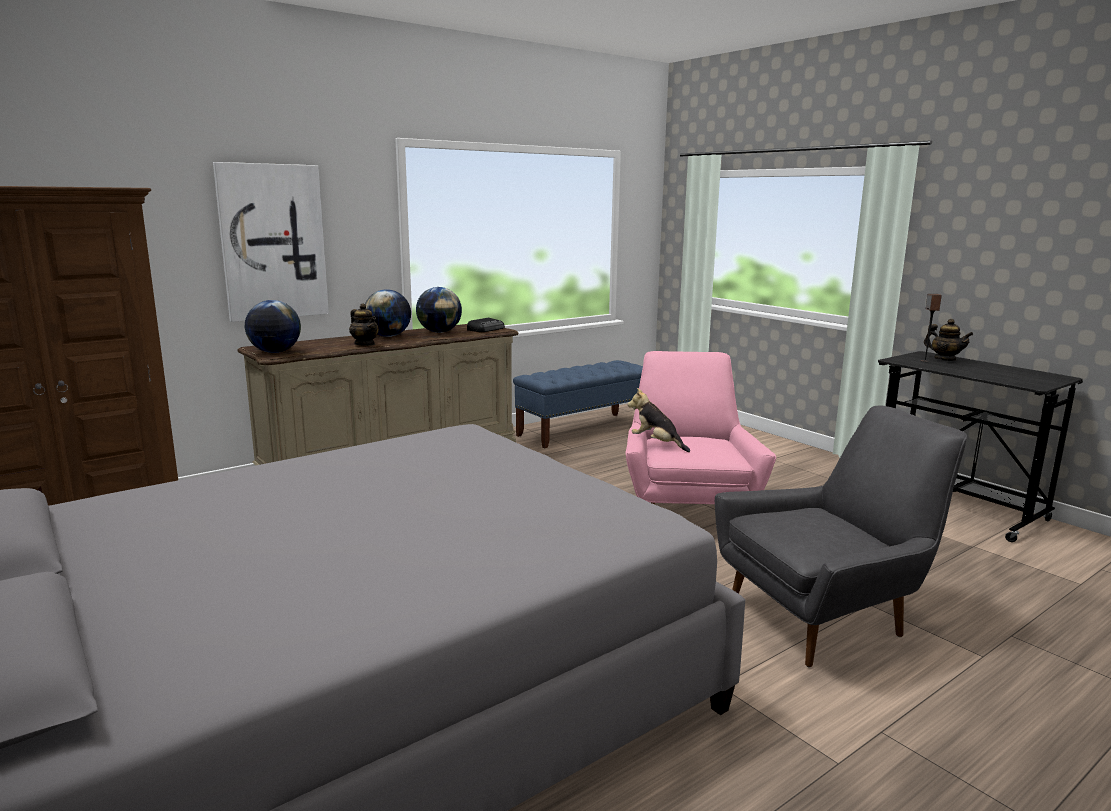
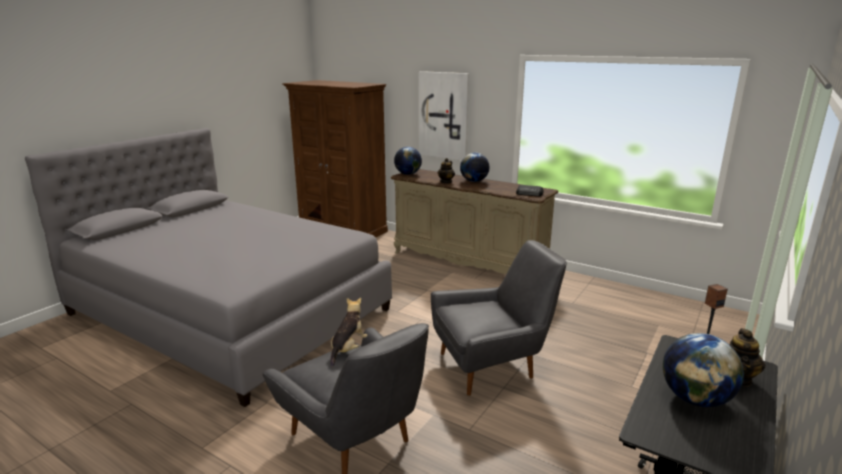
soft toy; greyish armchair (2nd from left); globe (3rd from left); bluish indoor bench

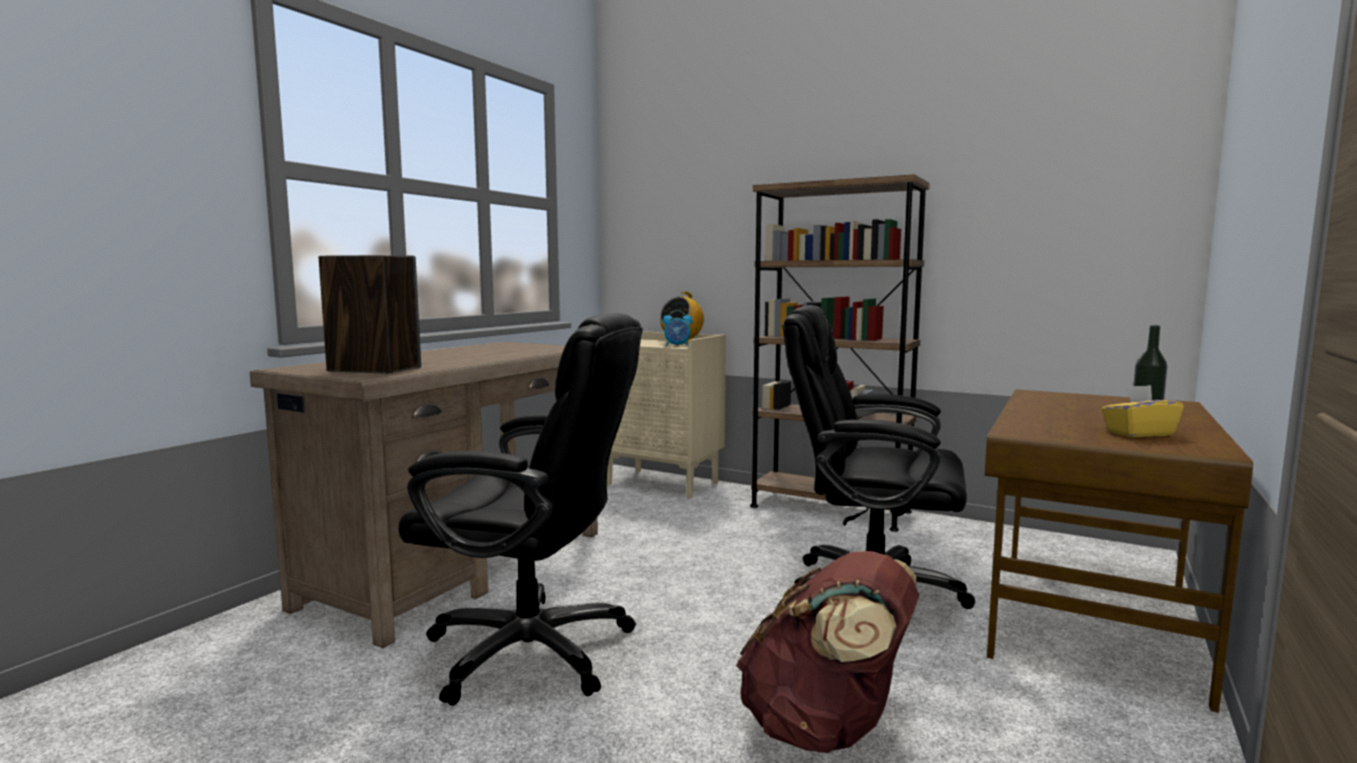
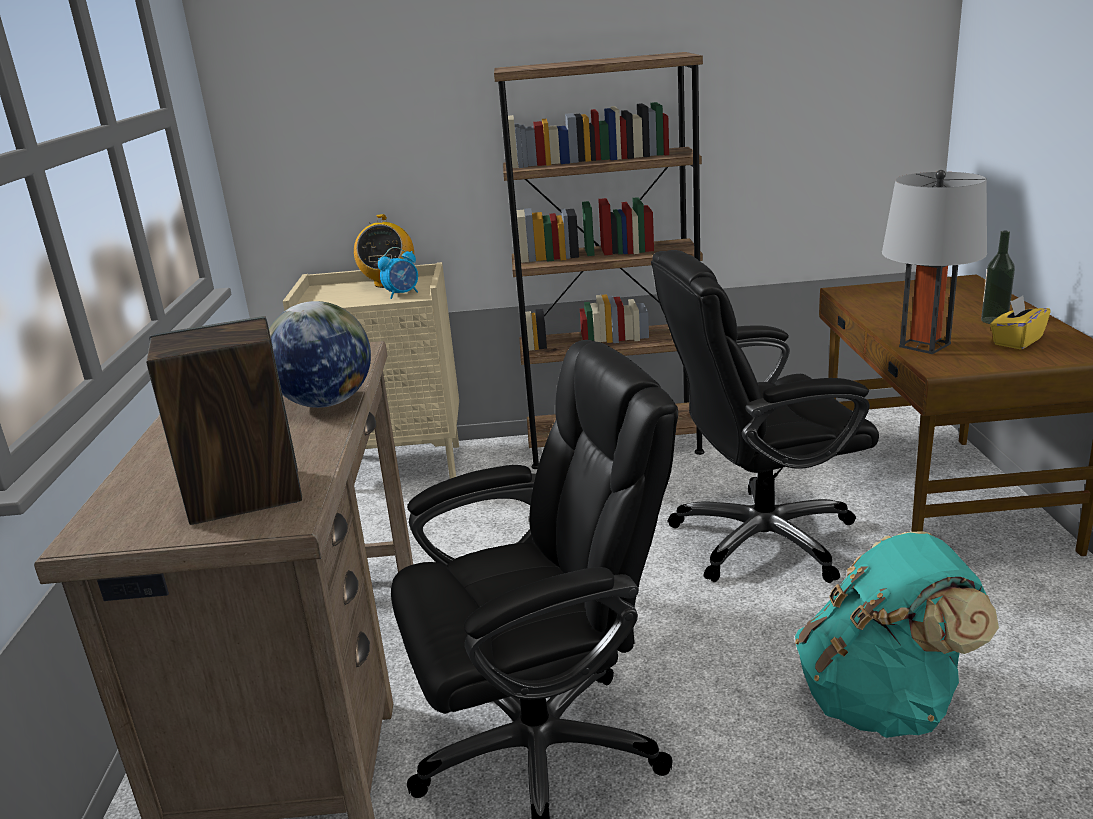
globe; turquoise rucksack; greyish lamp for a table

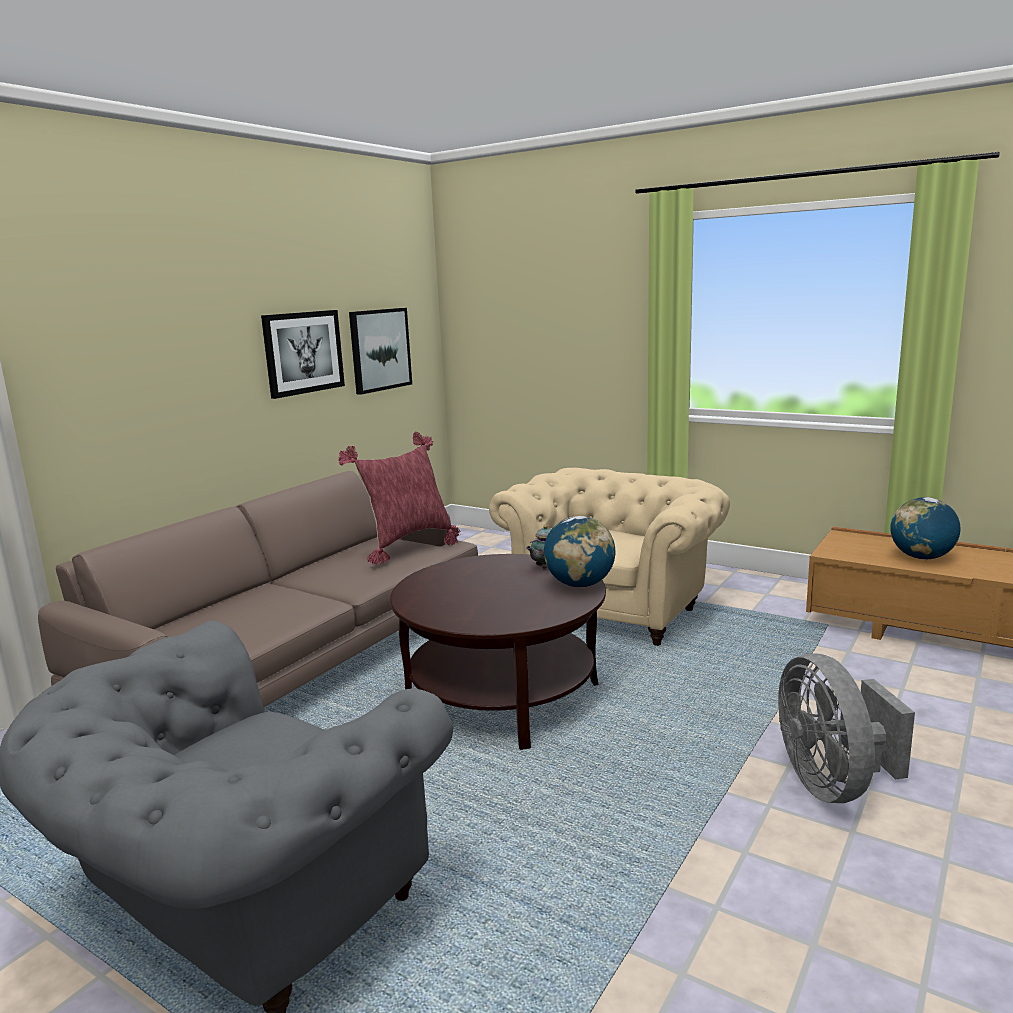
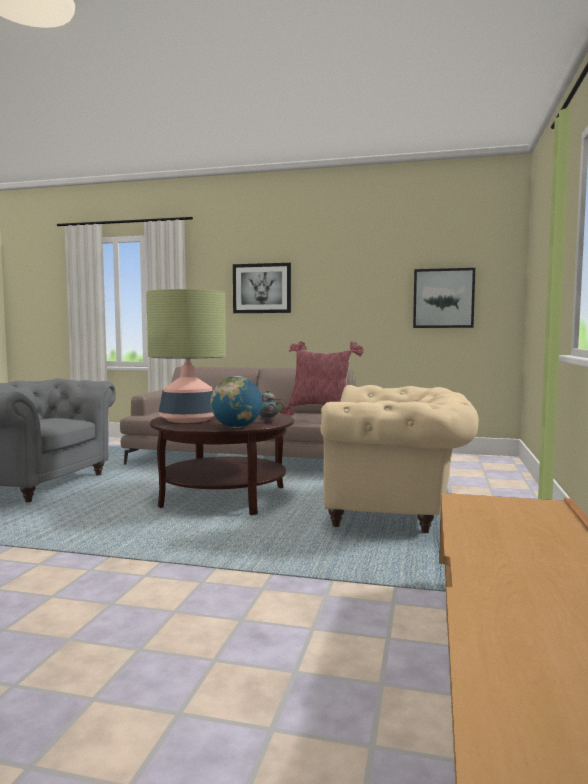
lamp for a table; wall art (1st from left); greyish fan; globe (2nd from left in the first image)

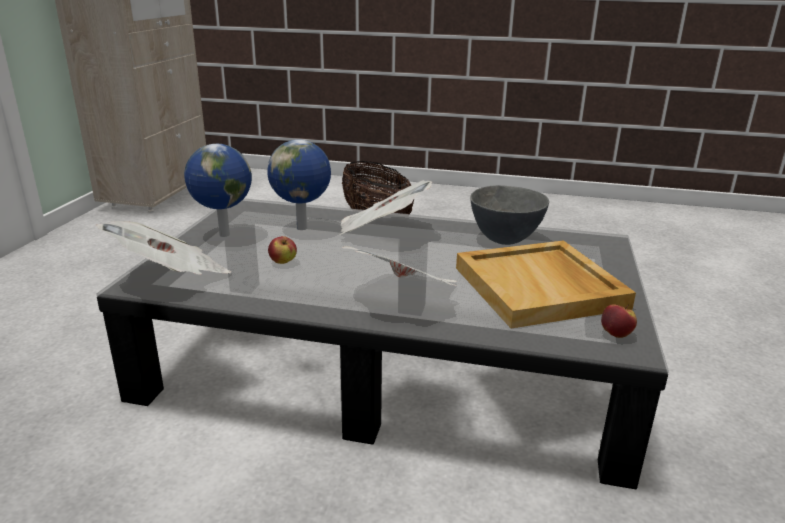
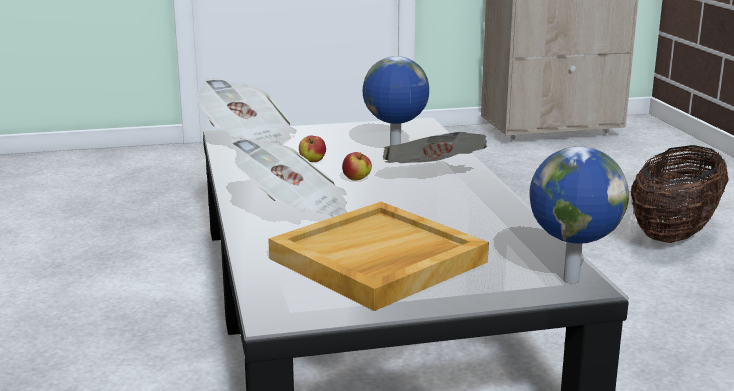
apple fruit (2nd from left); globe (2nd from left); greyish deep dish

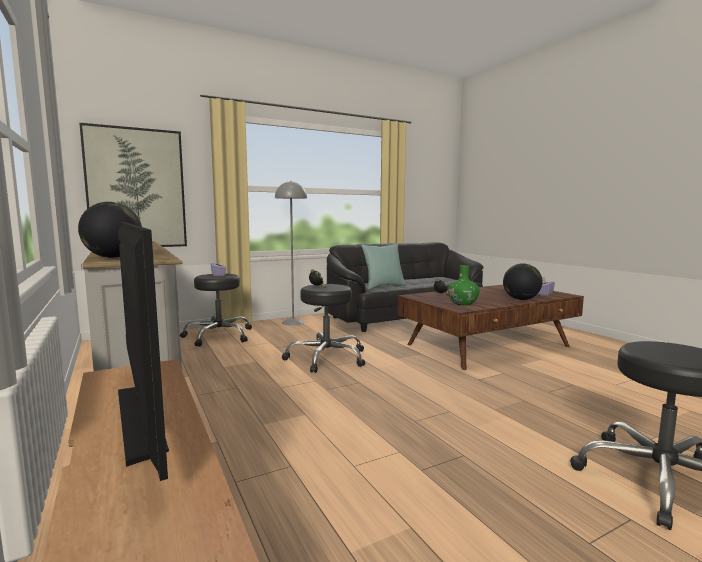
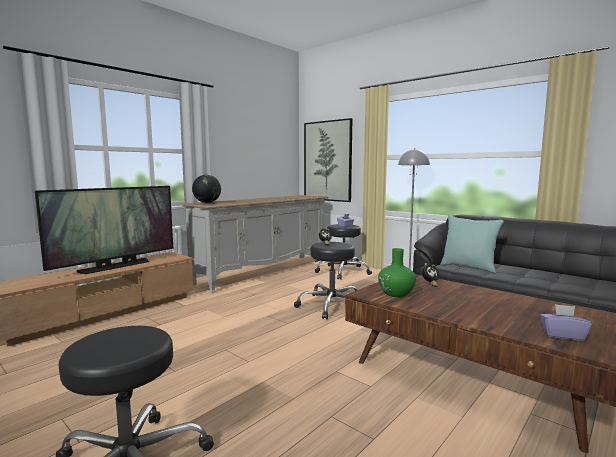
globe (2nd from left in the first image)

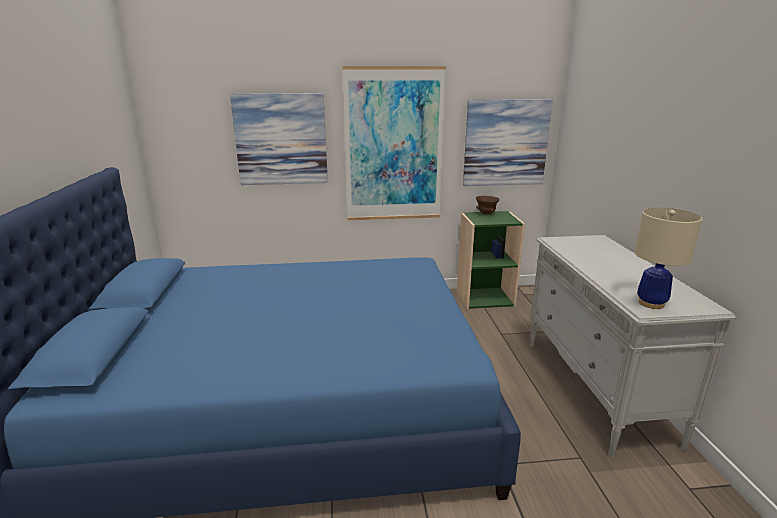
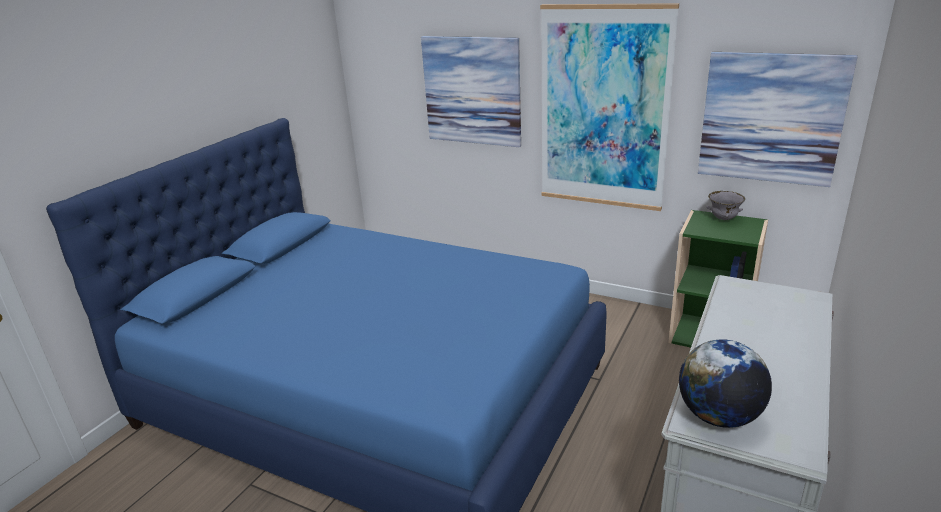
globe; greyish deep dish

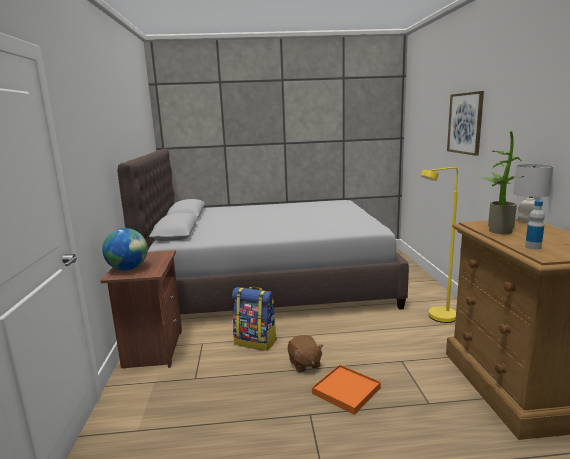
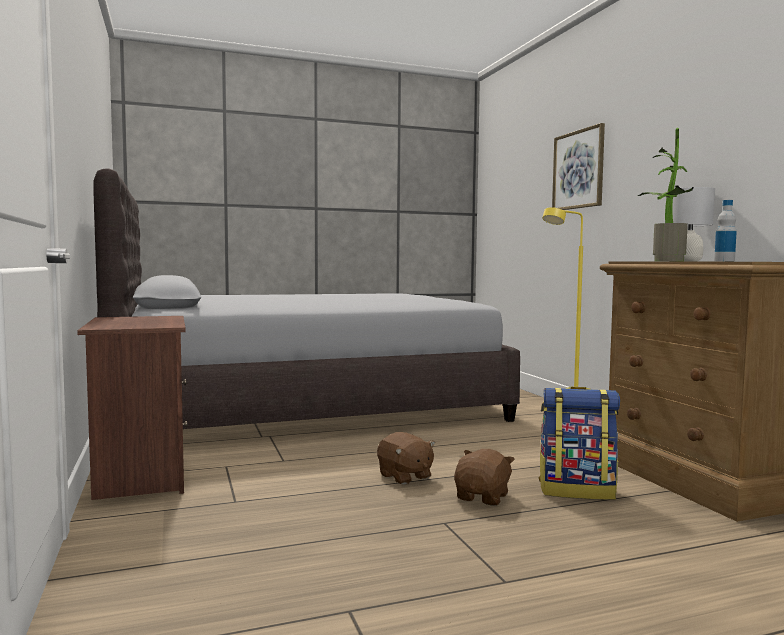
brown soft toy (2nd from left); rucksack; globe

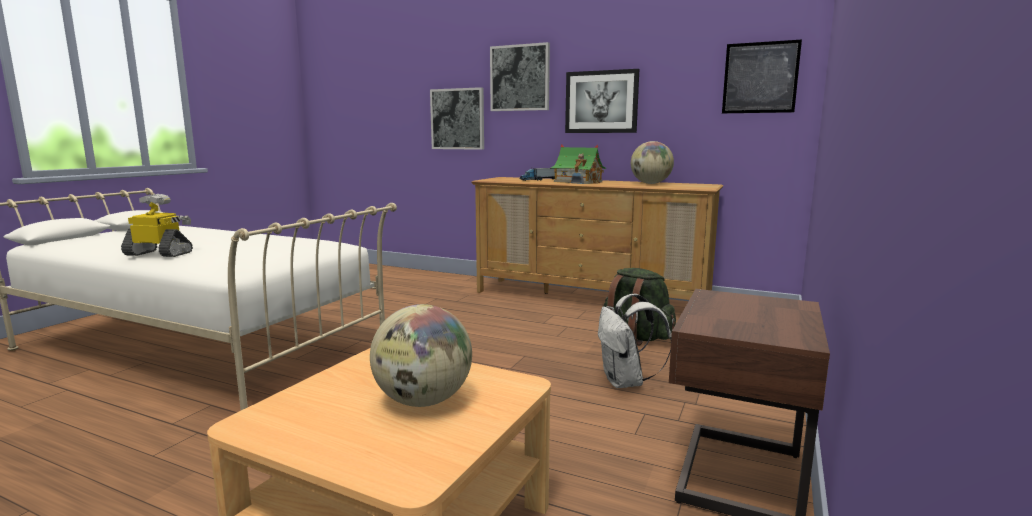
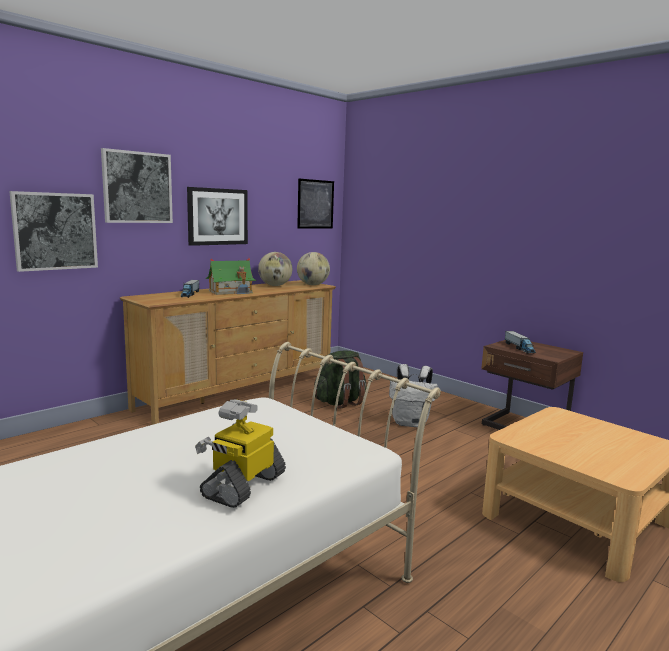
globe (2nd from left); toy truck (2nd from left)

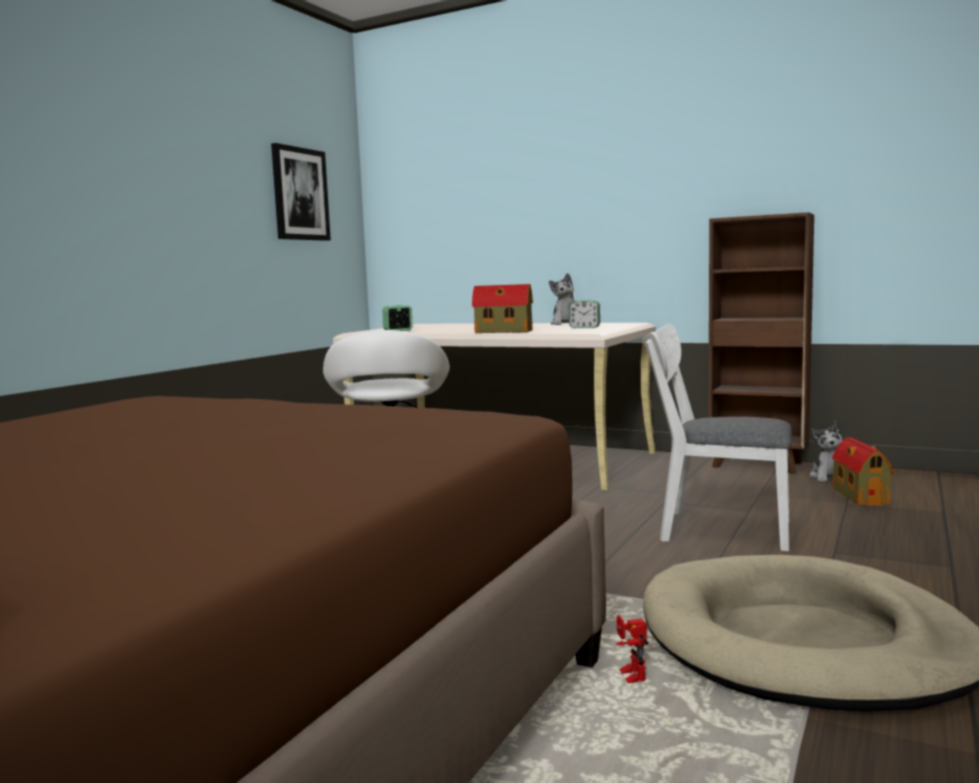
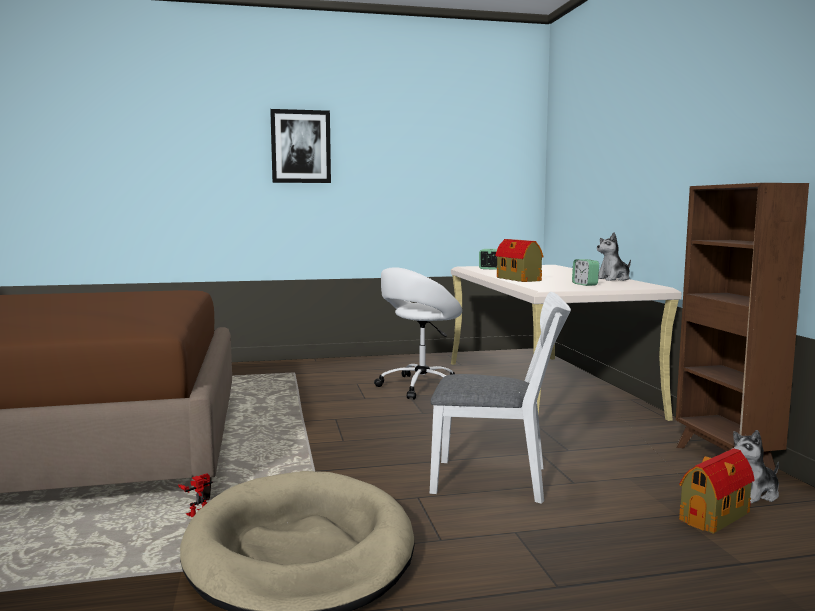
wall art; white upright chair

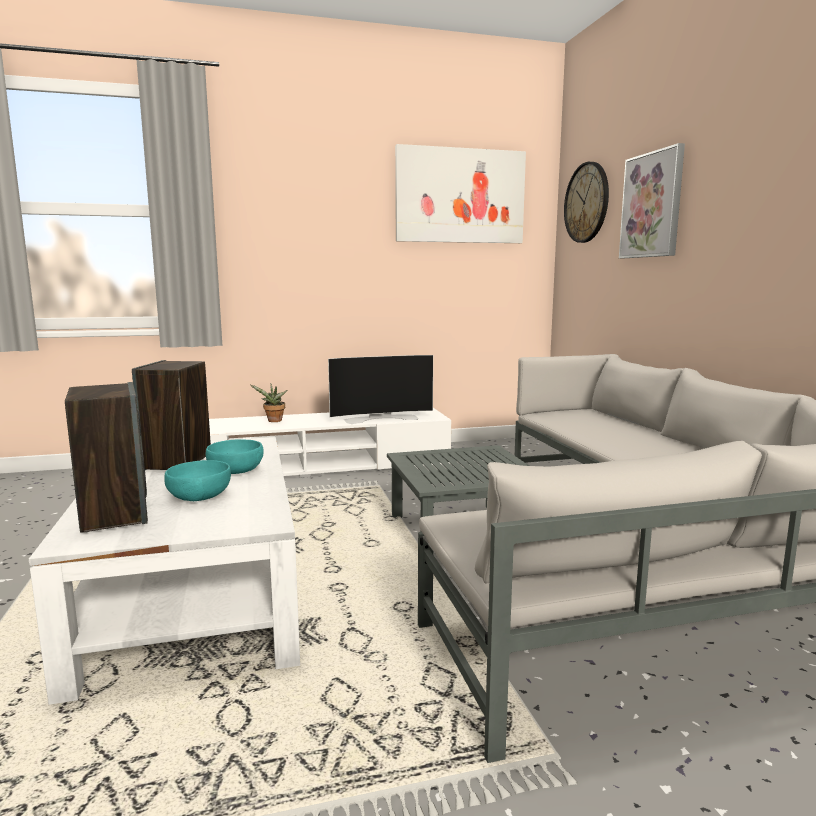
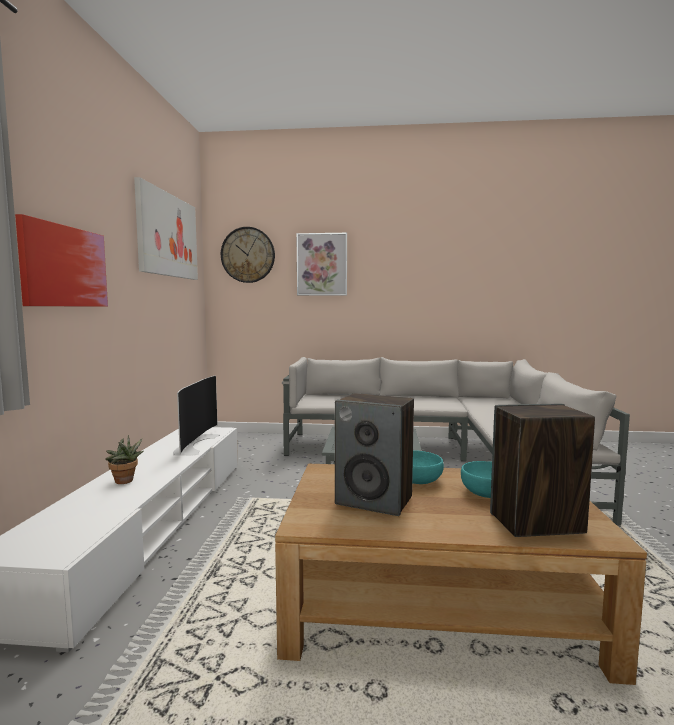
wall art (1st from left); brown low table

